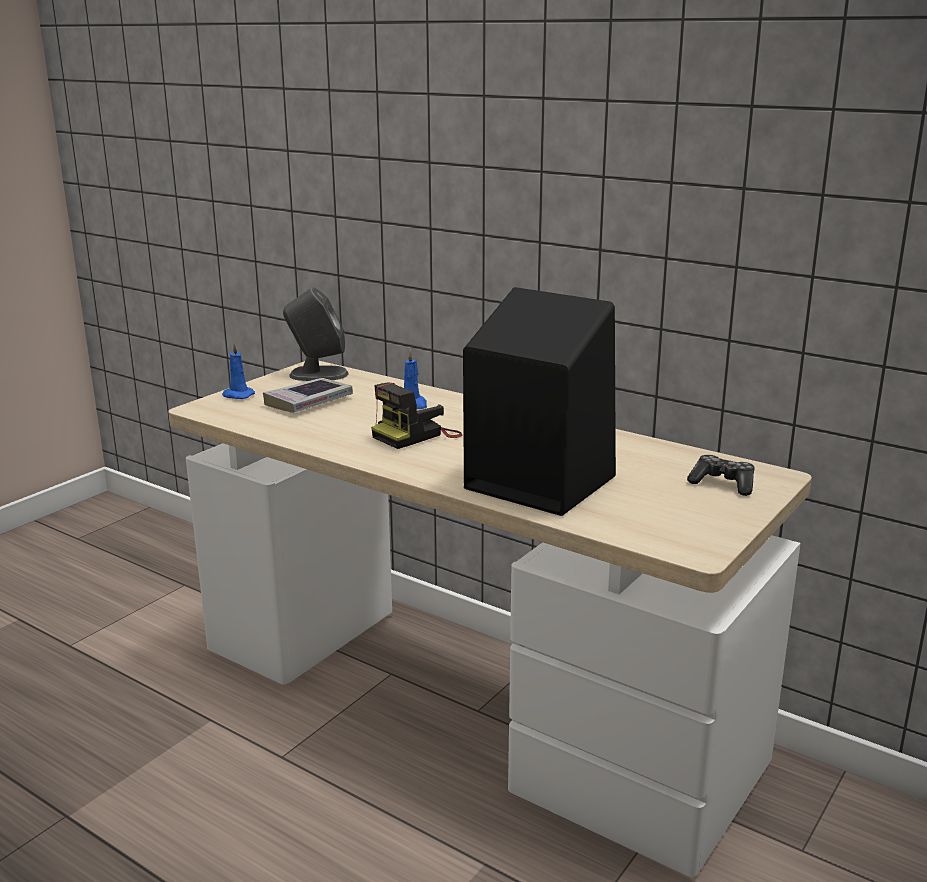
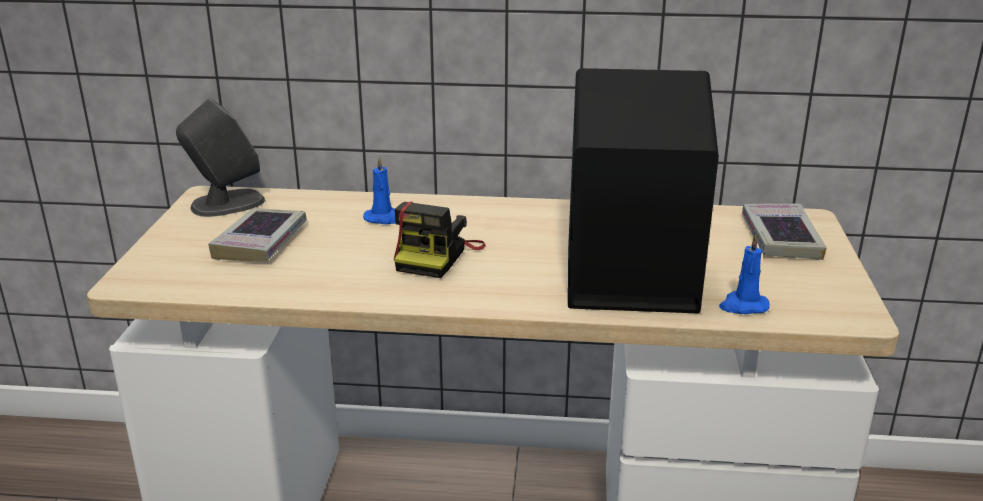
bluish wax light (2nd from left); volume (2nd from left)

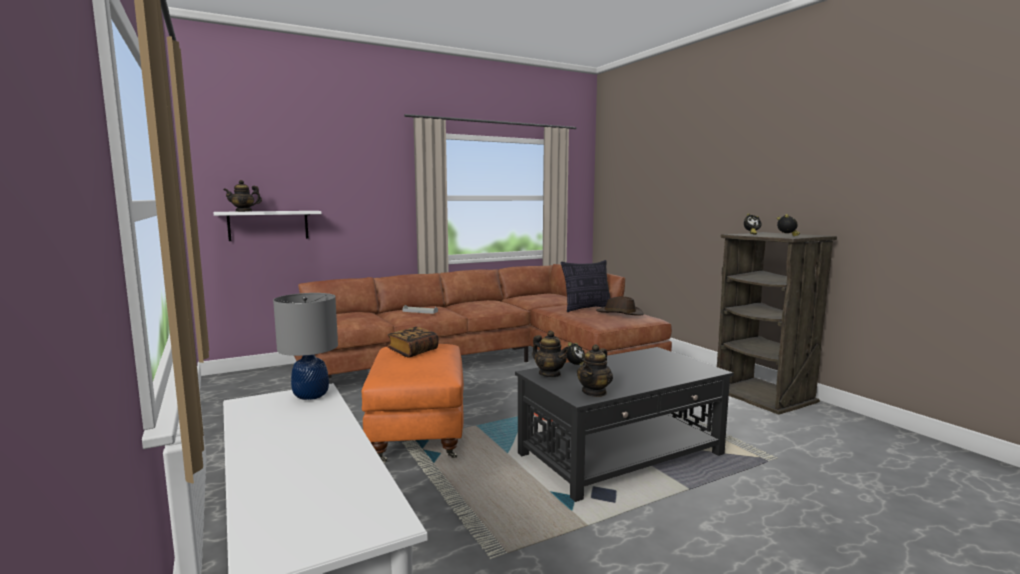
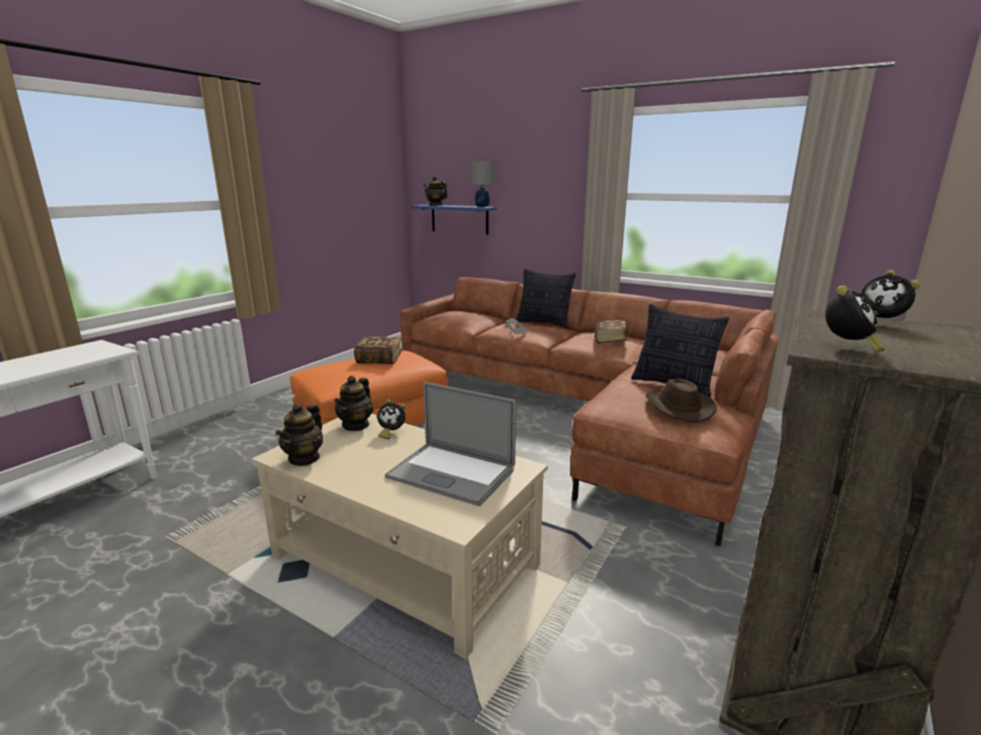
sand-coloured low table; tea pot (1st from left); portable computer; bluish bracket shelf; greyish lamp for a table; throw pillow (1st from left); volume (2nd from left)

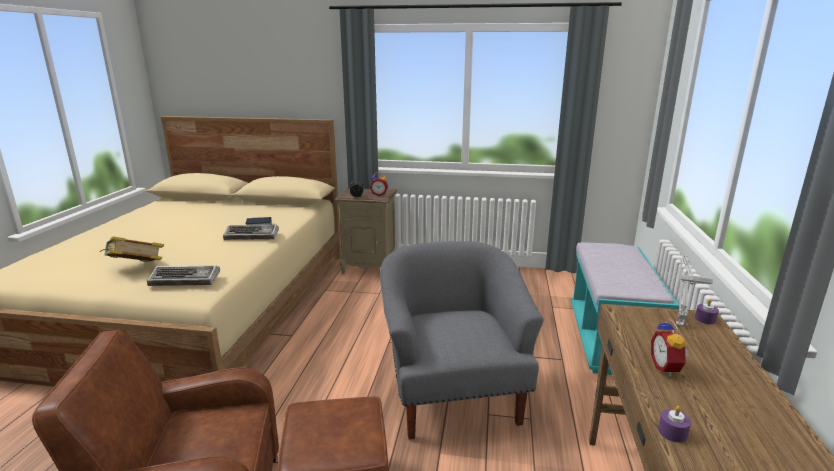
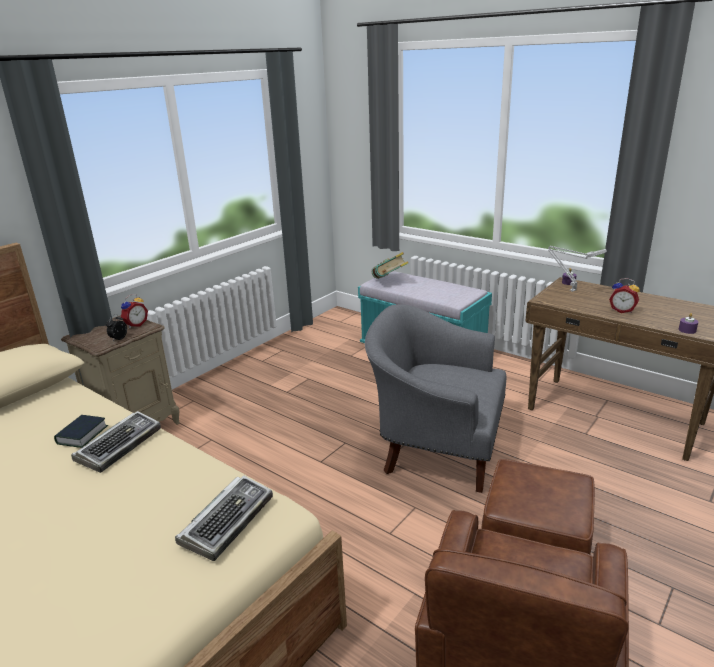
volume (2nd from left)

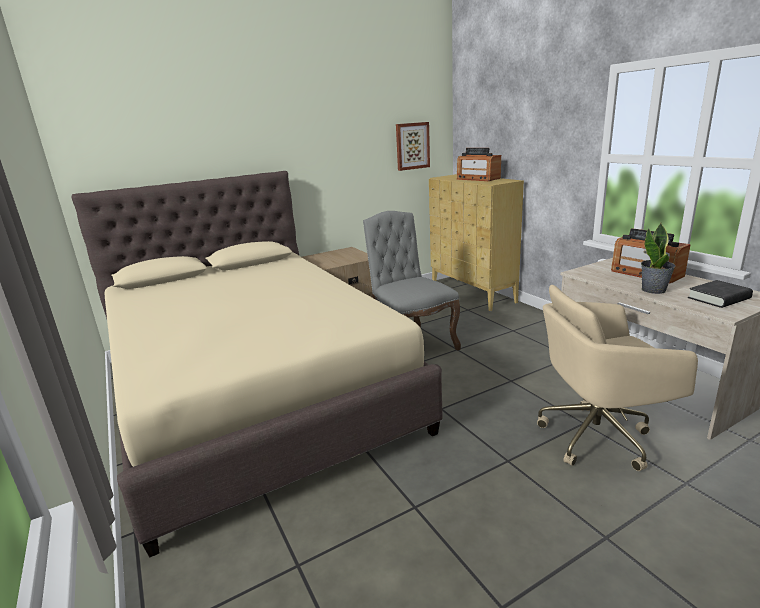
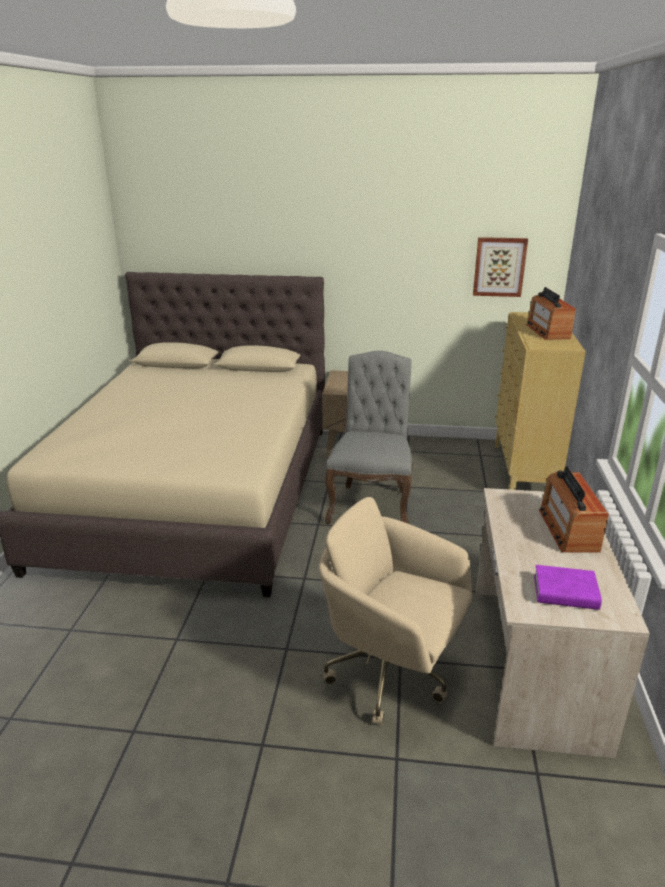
purplish volume; houseplant

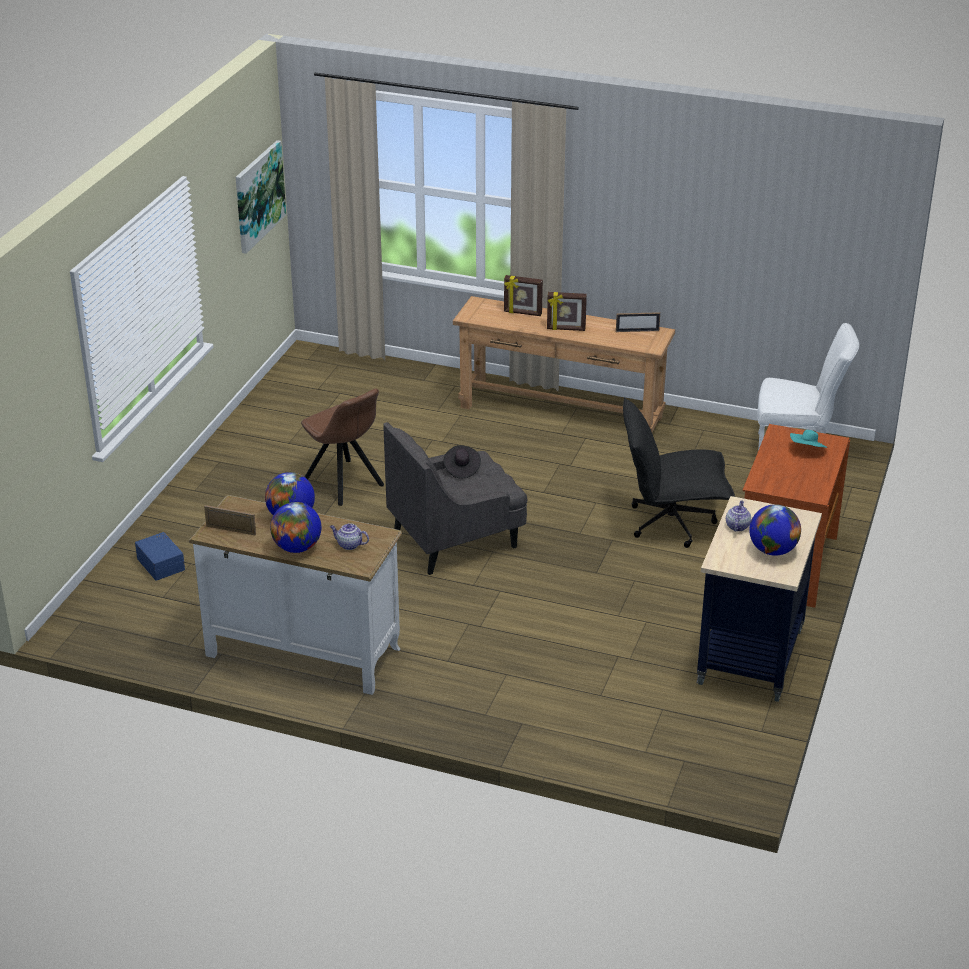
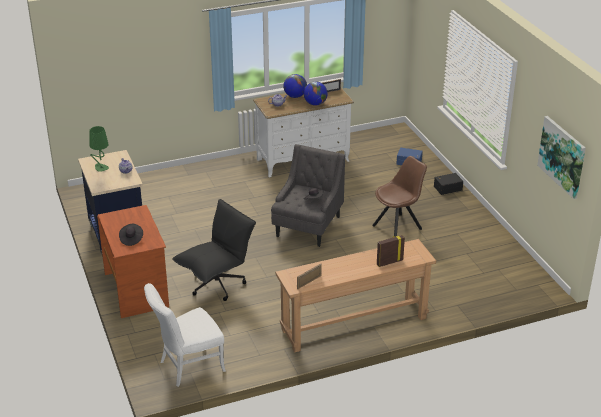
green-coloured lamp for a table; blackish wearable hat (1st from left); brown upright chair; blackish storage bin; picture frame (3rd from left in the first image)

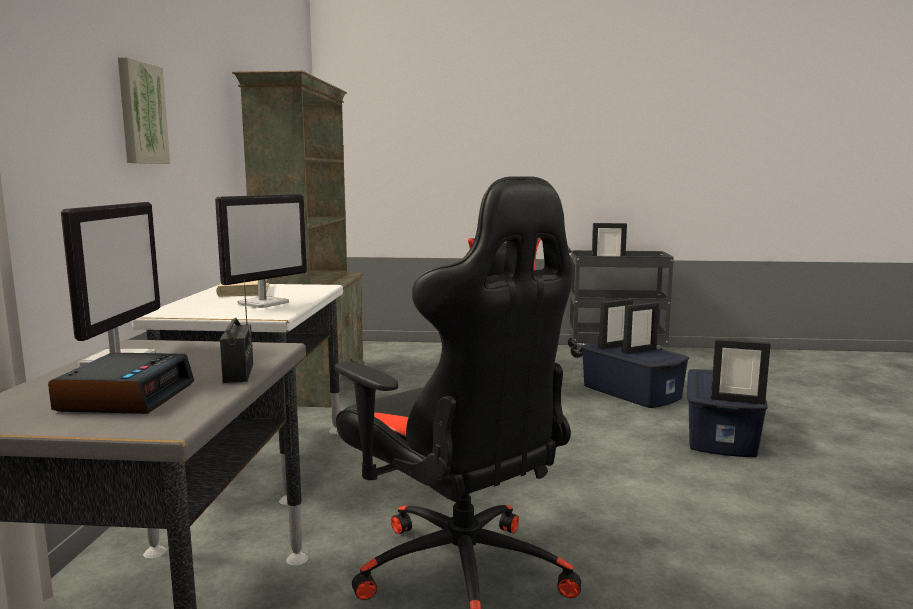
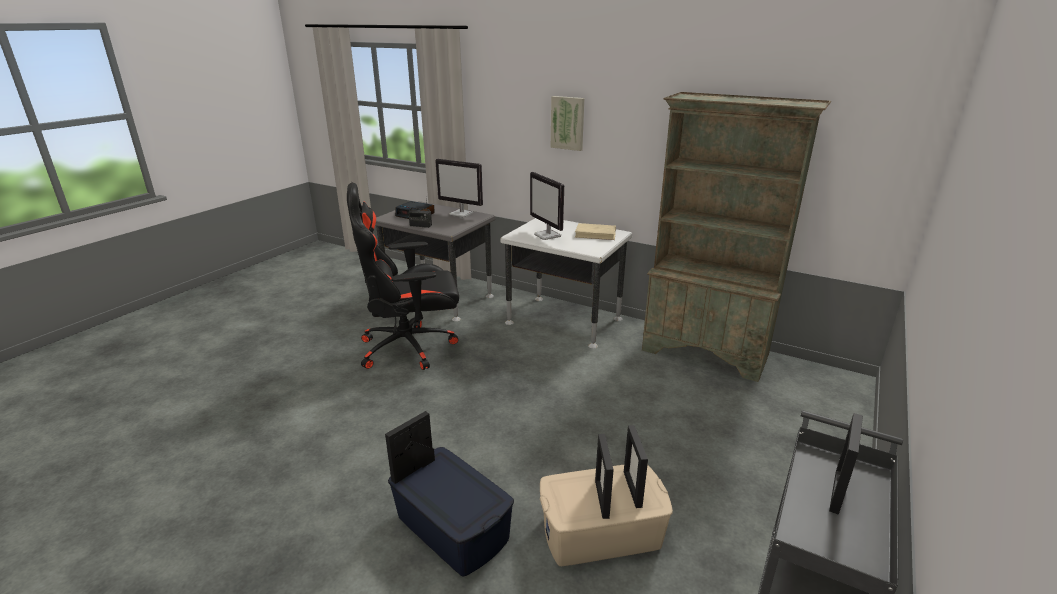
sand-coloured storage bin

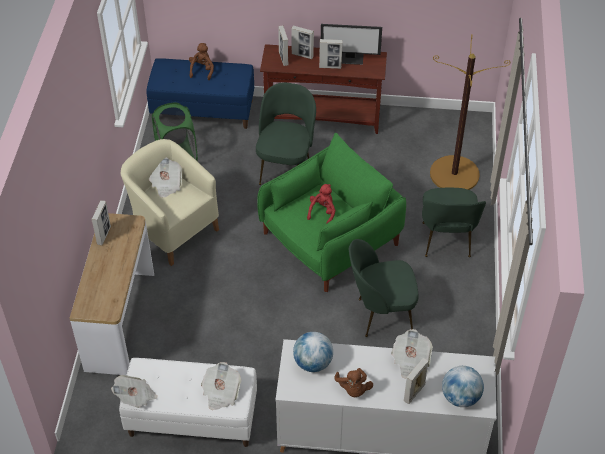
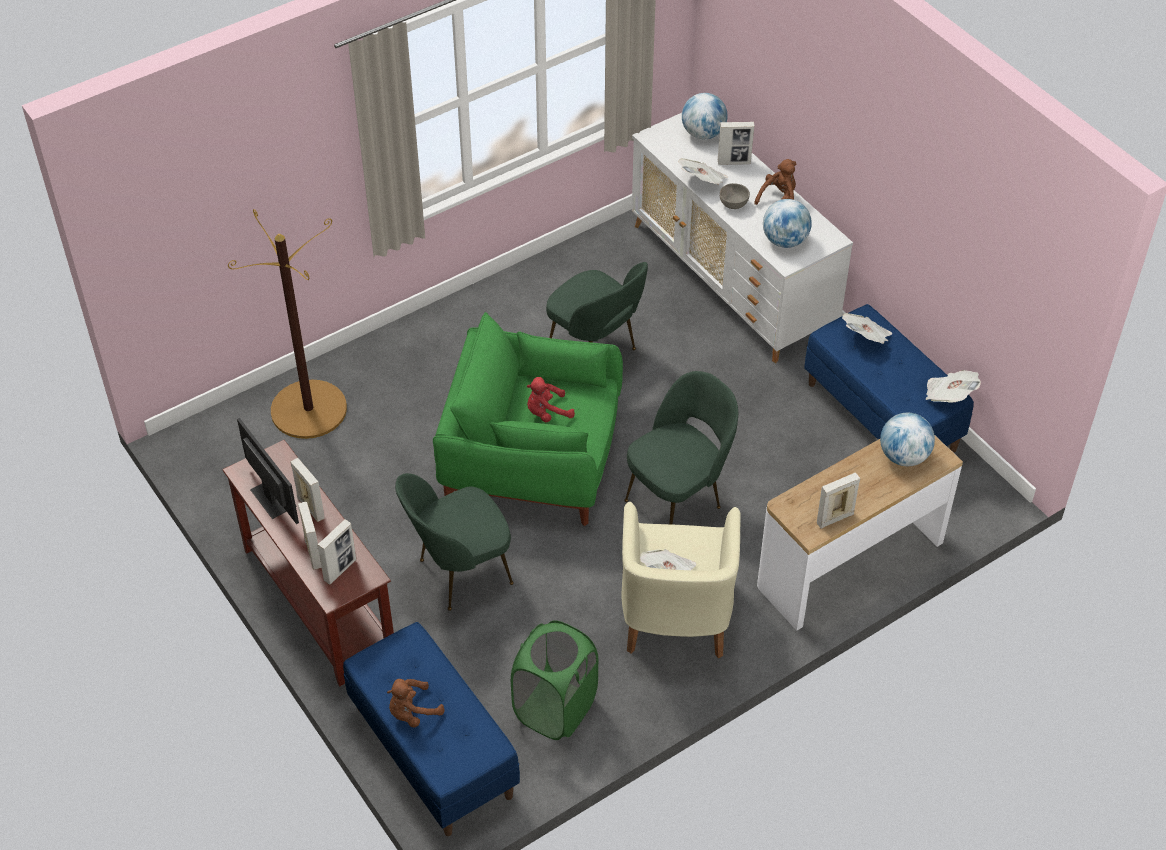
green-coloured upright chair (3rd from left); greyish deep dish; bluish indoor bench (2nd from left); globe (3rd from left)

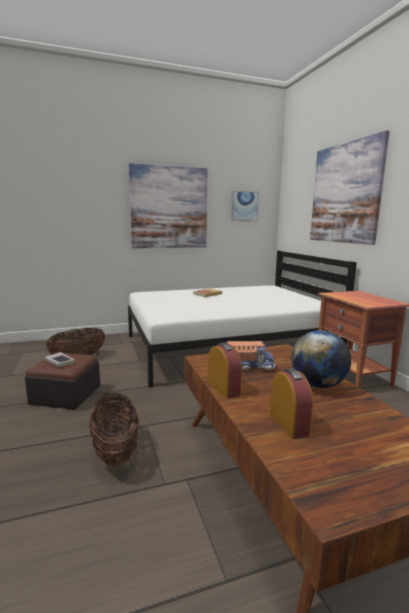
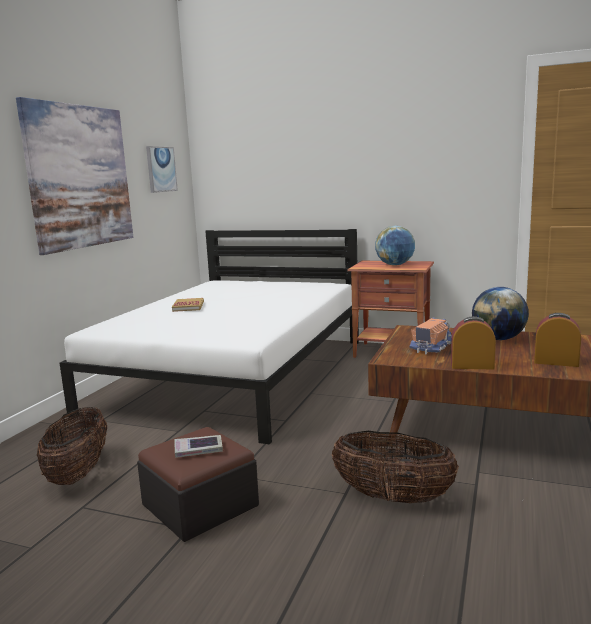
globe (1st from left); wall art (3rd from left in the first image)

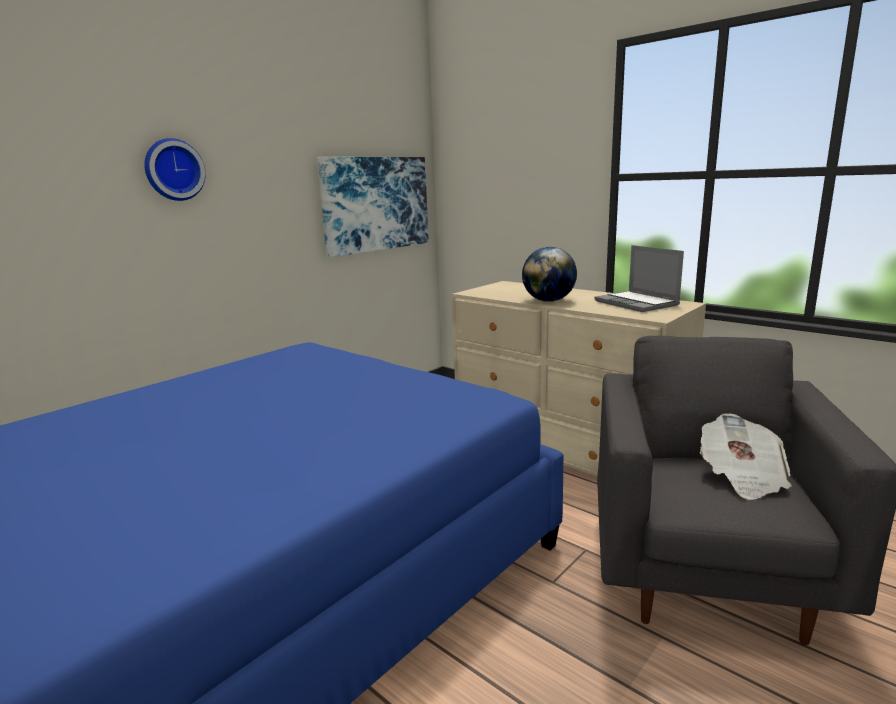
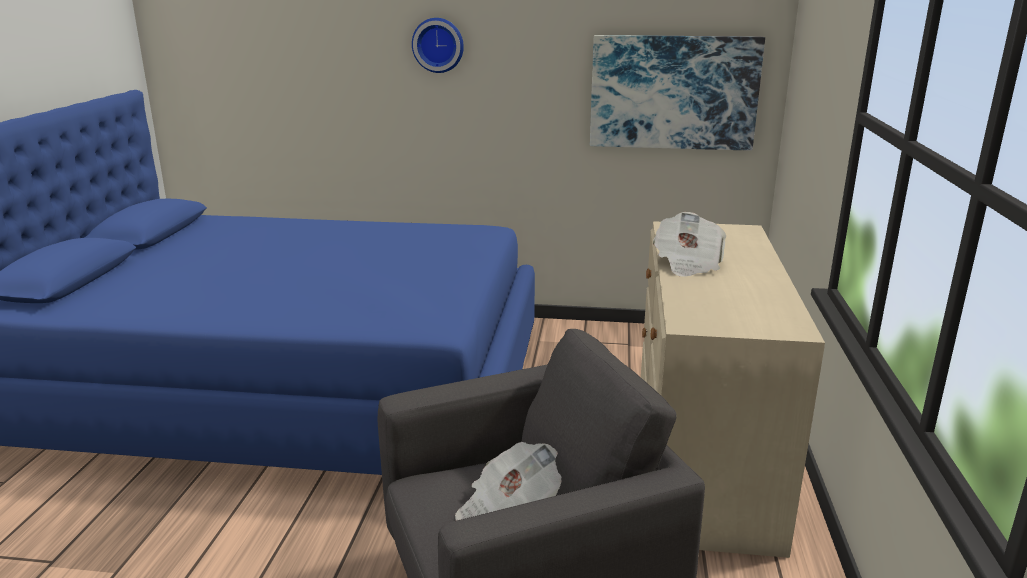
newspaper (2nd from left); portable computer

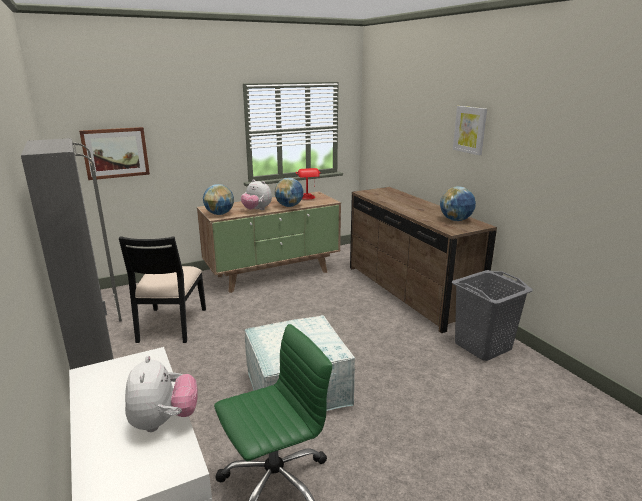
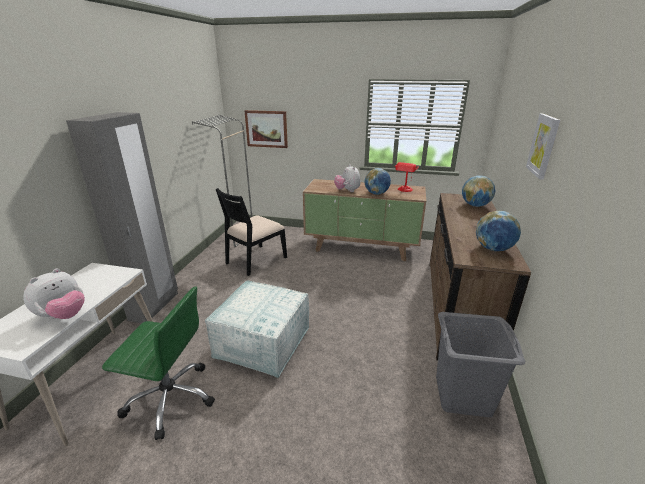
globe (2nd from left)

